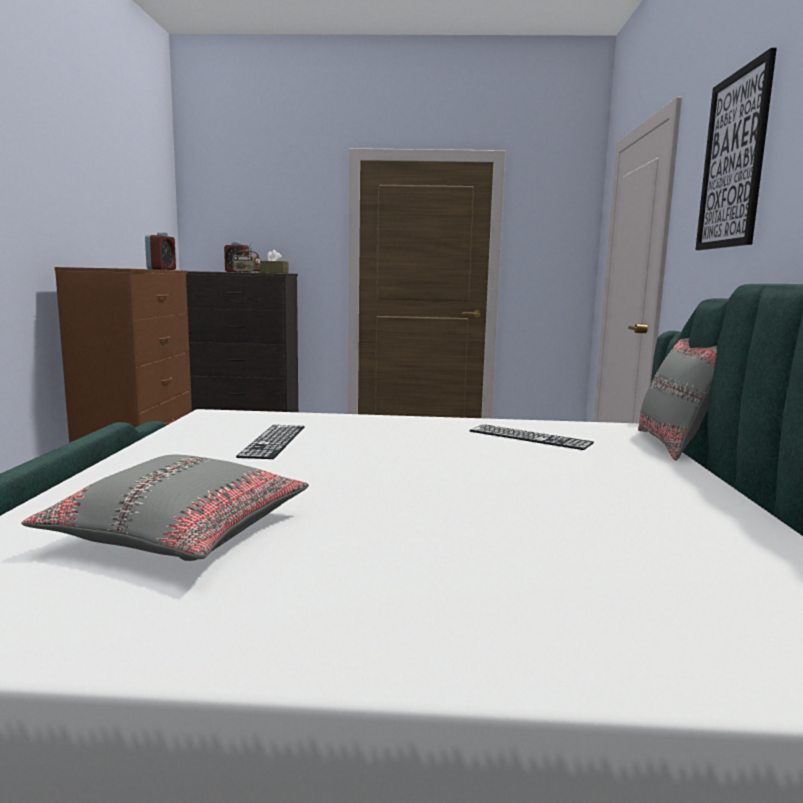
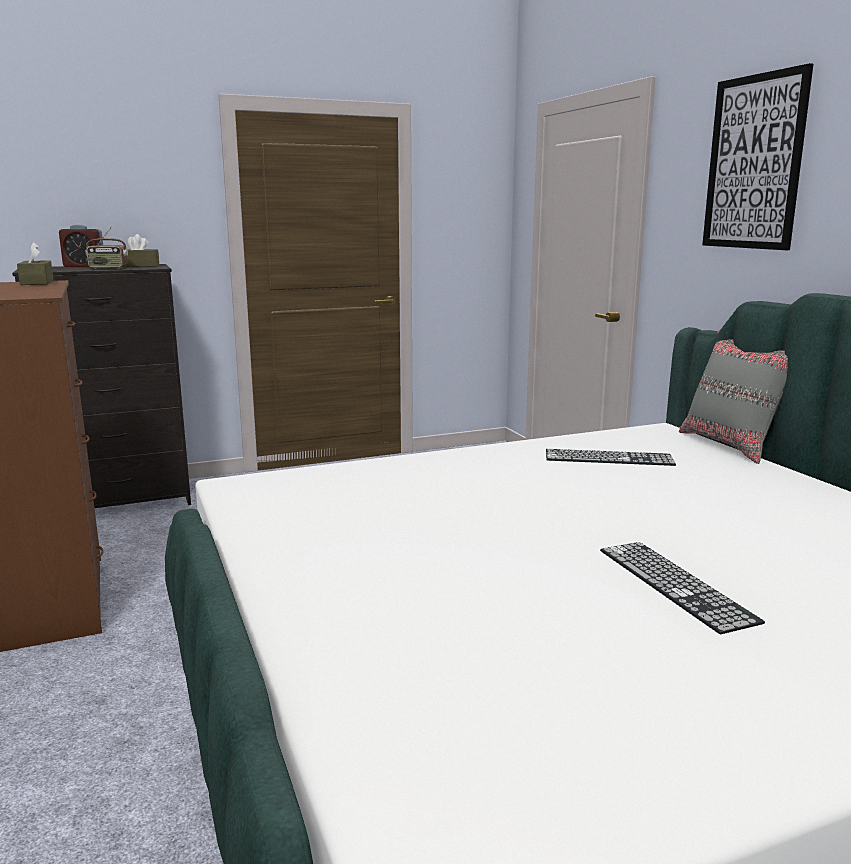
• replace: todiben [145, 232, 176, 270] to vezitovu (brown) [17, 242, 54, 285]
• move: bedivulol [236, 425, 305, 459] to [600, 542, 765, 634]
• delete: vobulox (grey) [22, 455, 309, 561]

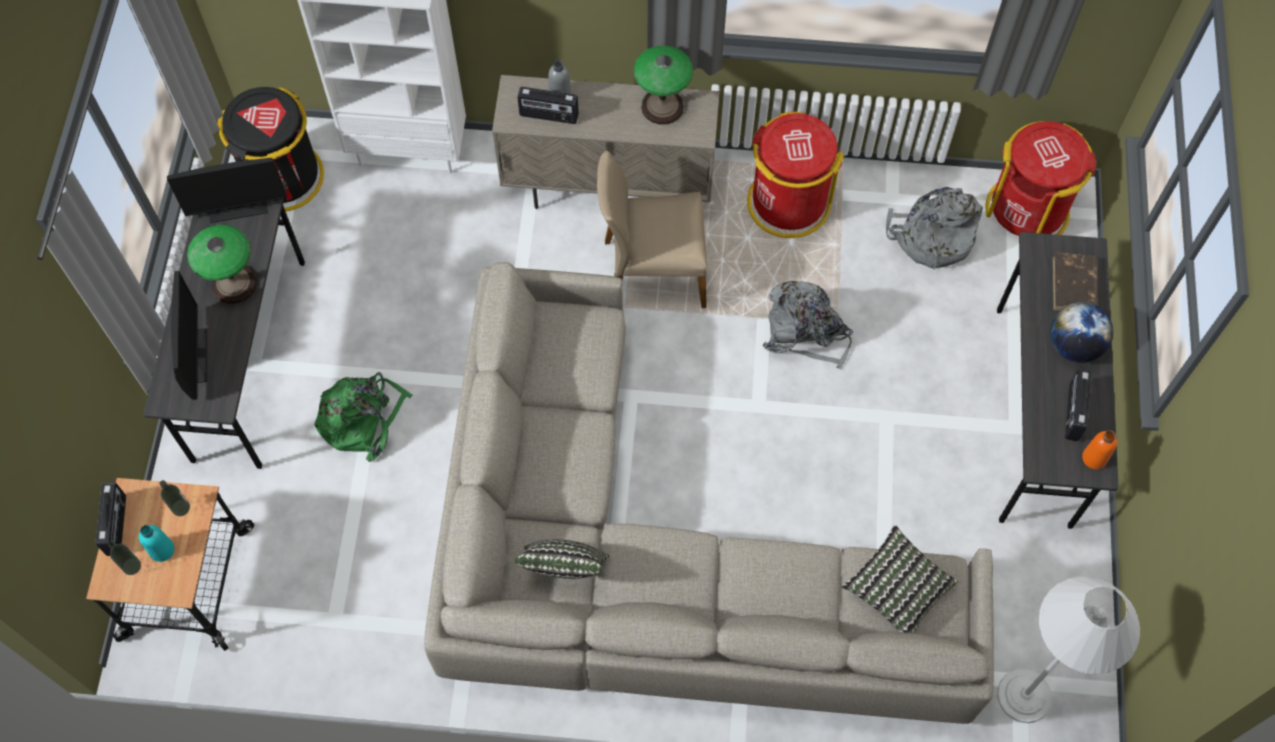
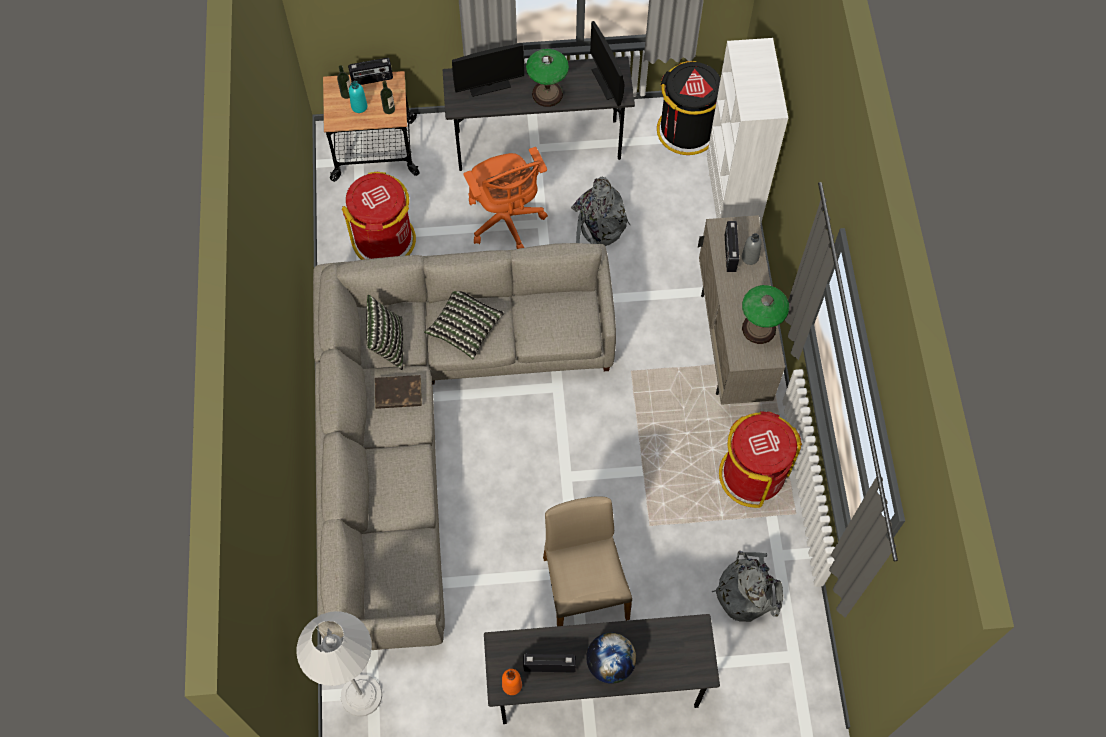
• move: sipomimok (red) [986, 121, 1096, 236] to [342, 172, 416, 260]
• move: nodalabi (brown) [1053, 252, 1098, 311] to [375, 375, 422, 409]
• move: vobulox [842, 525, 958, 633] to [424, 291, 504, 360]
• replace: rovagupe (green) [314, 372, 413, 462] to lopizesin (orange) [463, 147, 548, 249]
• move: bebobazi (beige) [597, 151, 707, 308] to [543, 496, 632, 626]
• move: rovagupe (grey) [763, 281, 853, 369] to [571, 177, 631, 246]

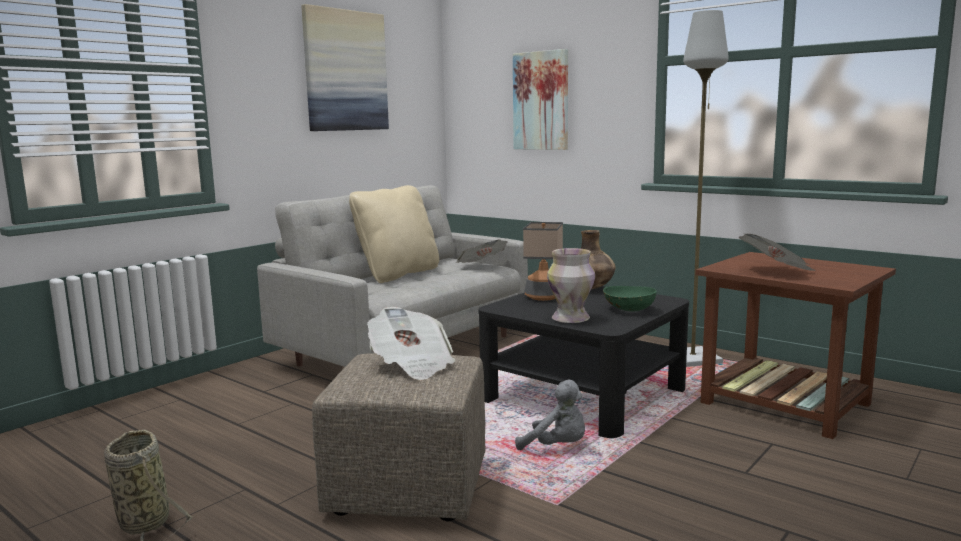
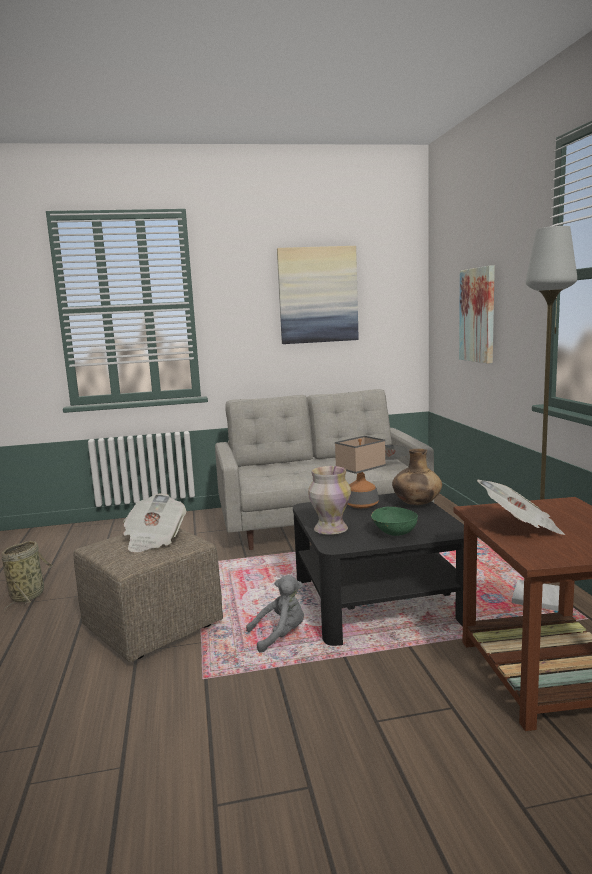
• rotate: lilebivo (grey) [515, 380, 585, 450] = [246, 575, 304, 653] 90 degrees counterclockwise
• delete: vobulox (beige) [349, 185, 439, 283]

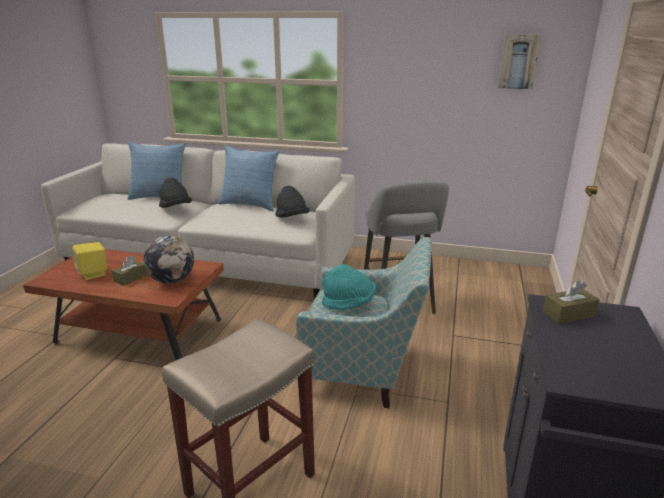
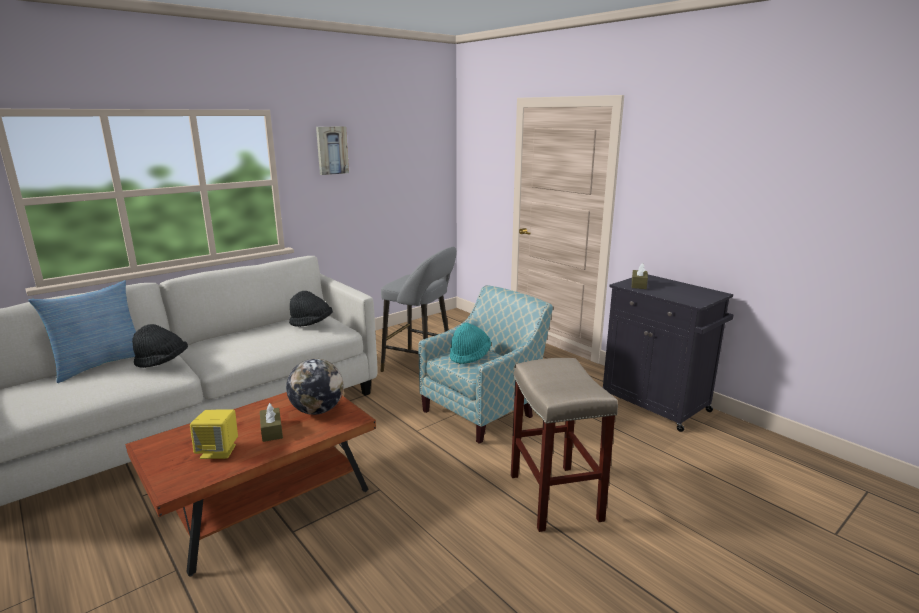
• move: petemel [498, 35, 541, 89] to [316, 126, 349, 175]
• delete: vobulox [218, 145, 280, 211]

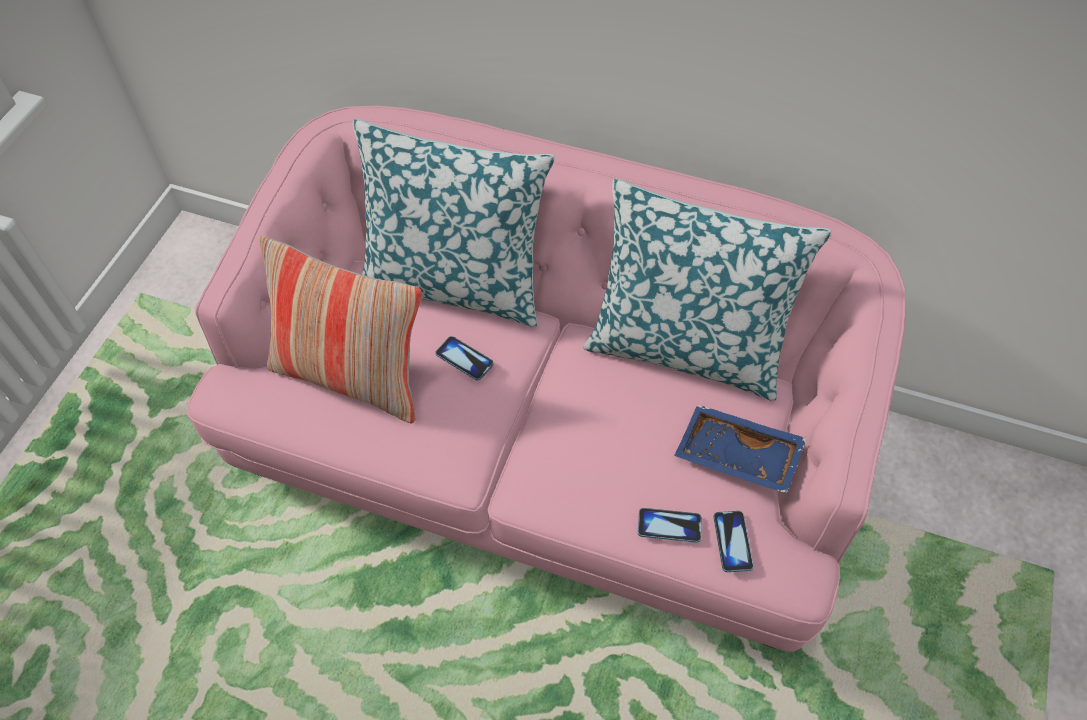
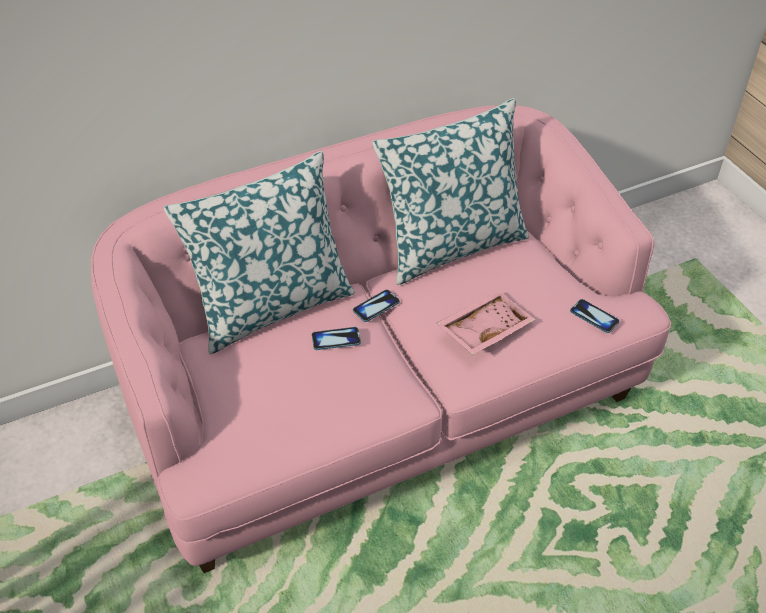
• move: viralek [638, 508, 702, 543] to [353, 290, 400, 322]
• insert: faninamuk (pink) [436, 290, 535, 355]
• delete: vobulox [260, 236, 422, 423]
• delete: faninamuk (blue) [674, 404, 807, 494]

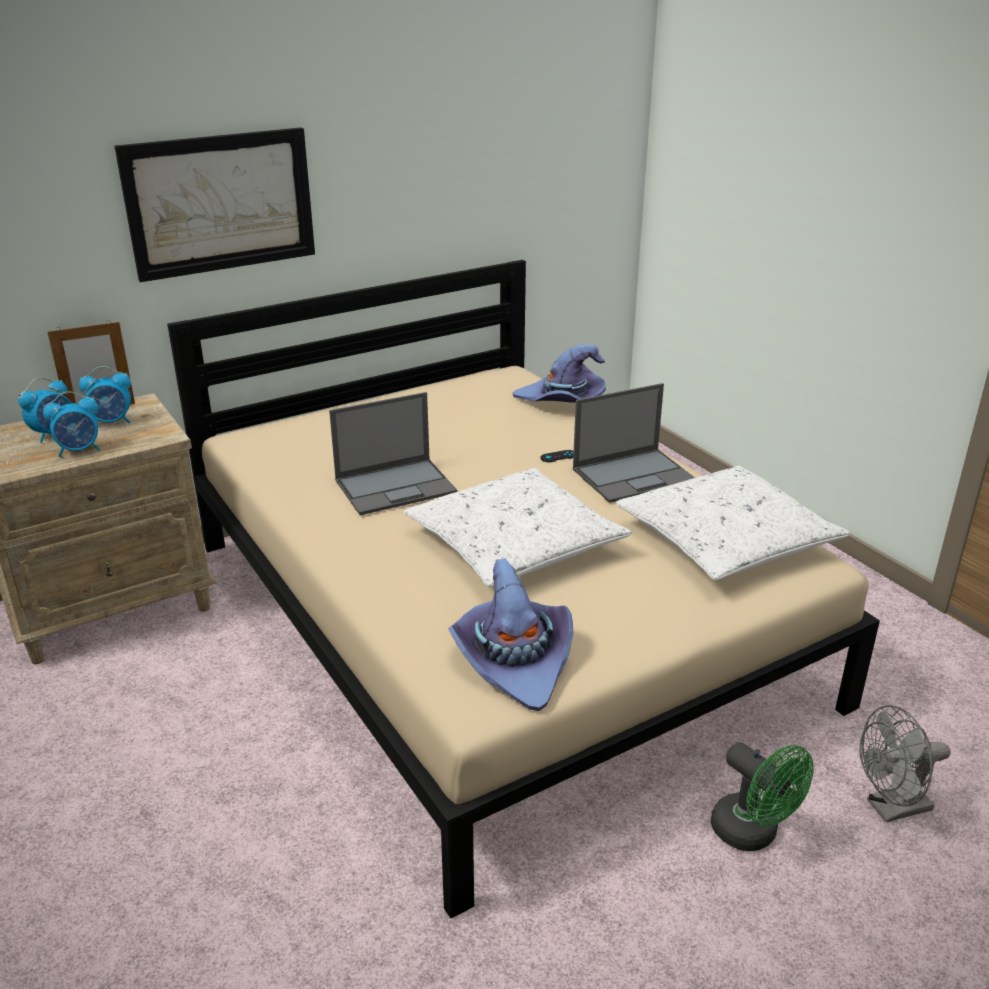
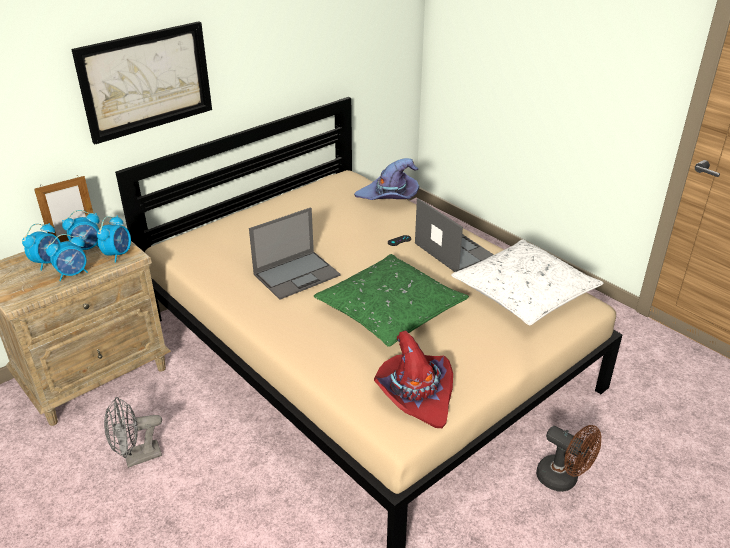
• insert: todiben [97, 216, 131, 262]
• move: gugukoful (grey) [859, 705, 951, 822] to [104, 397, 162, 468]
• recolor: vobulox (white) [404, 468, 632, 587] to vobulox (green) [314, 254, 469, 347]
• recolor: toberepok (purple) [448, 558, 574, 711] to toberepok (red) [374, 331, 453, 428]
• rotate: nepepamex [573, 383, 695, 503] = [415, 198, 494, 272] 90 degrees counterclockwise
• recolor: gugukoful (green) [711, 742, 814, 851] to gugukoful (brown) [536, 425, 601, 492]

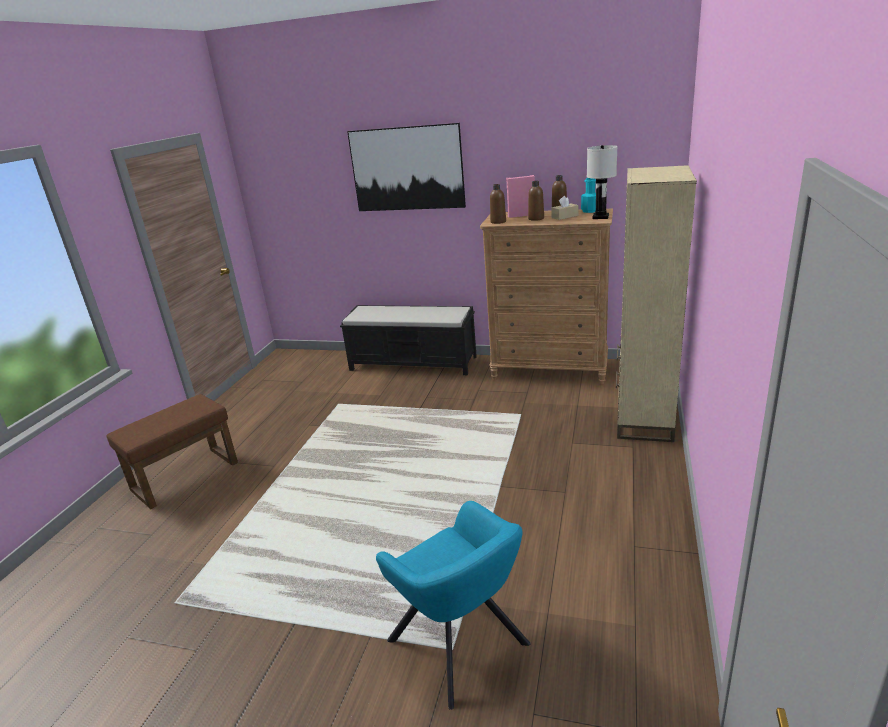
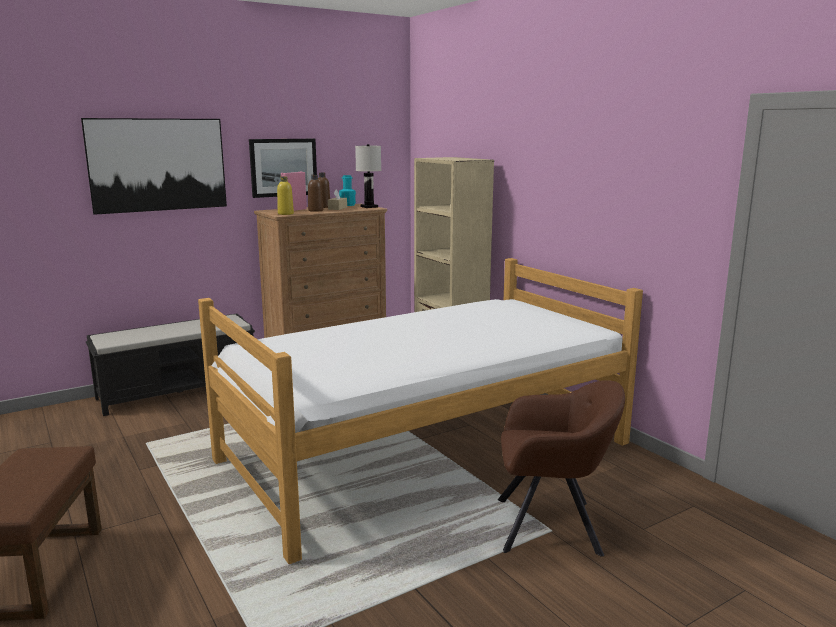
• insert: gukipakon [198, 258, 643, 564]
• insert: petemel [249, 139, 317, 198]
• recolor: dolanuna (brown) [490, 184, 506, 224] to dolanuna (yellow) [277, 177, 294, 215]
• recolor: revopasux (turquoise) [376, 501, 530, 710] to revopasux (brown) [498, 380, 625, 557]

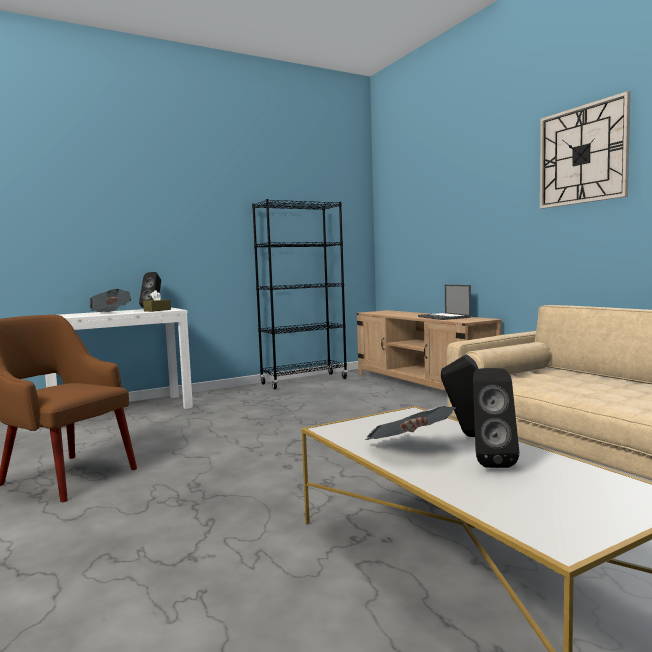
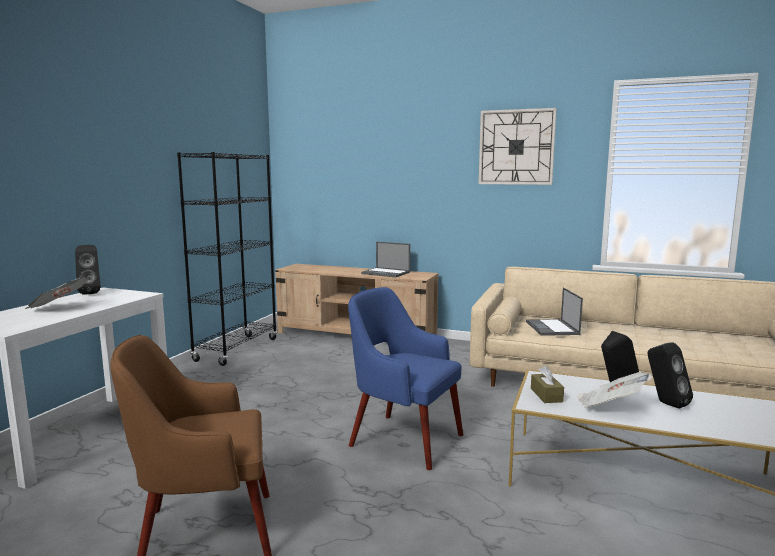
• insert: revopasux (blue) [348, 287, 463, 470]
• insert: nepepamex [526, 287, 583, 336]
• move: vezitovu (brown) [143, 290, 171, 312] to [531, 366, 564, 403]

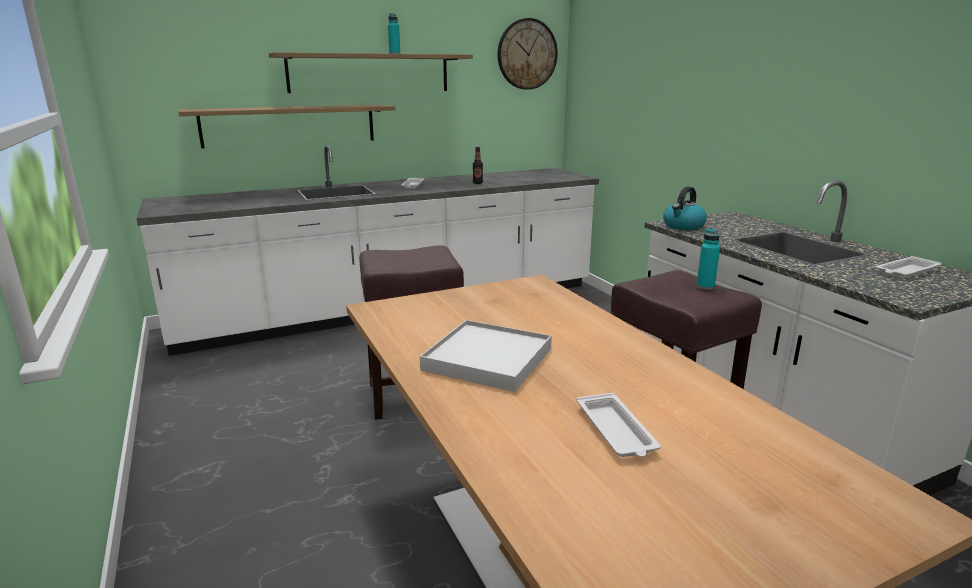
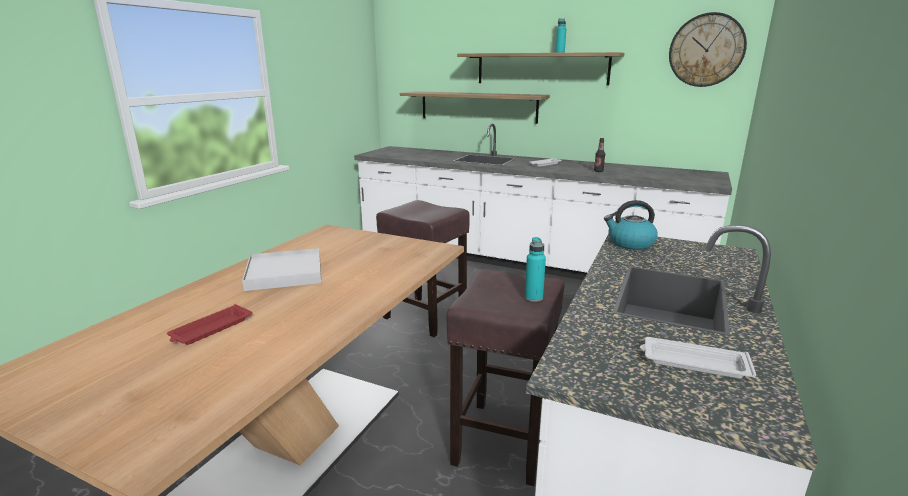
• recolor: faninamuk (white) [577, 393, 661, 457] to faninamuk (red) [167, 304, 252, 345]

